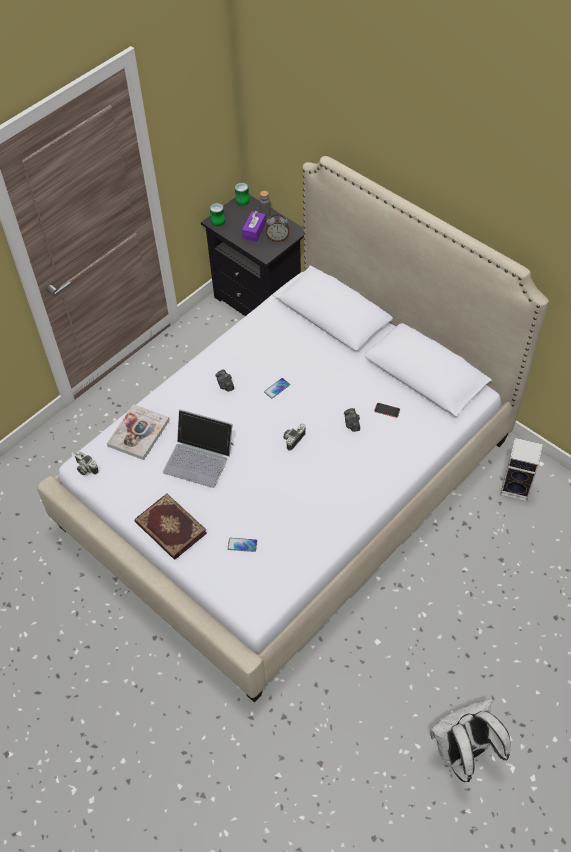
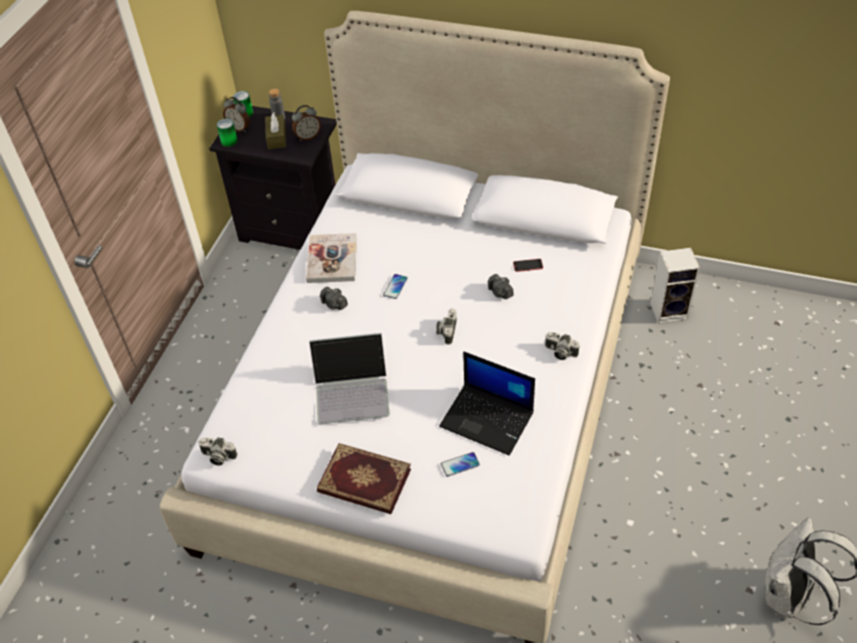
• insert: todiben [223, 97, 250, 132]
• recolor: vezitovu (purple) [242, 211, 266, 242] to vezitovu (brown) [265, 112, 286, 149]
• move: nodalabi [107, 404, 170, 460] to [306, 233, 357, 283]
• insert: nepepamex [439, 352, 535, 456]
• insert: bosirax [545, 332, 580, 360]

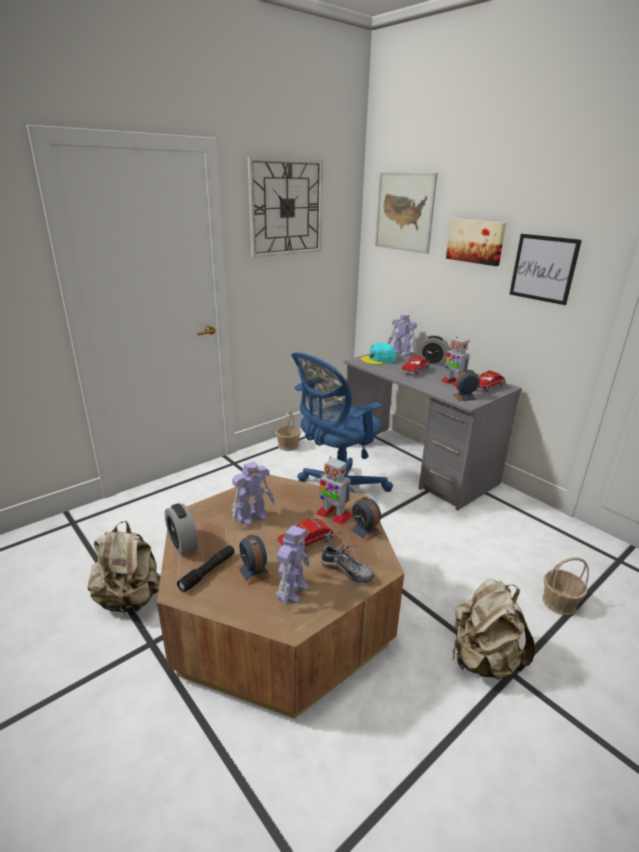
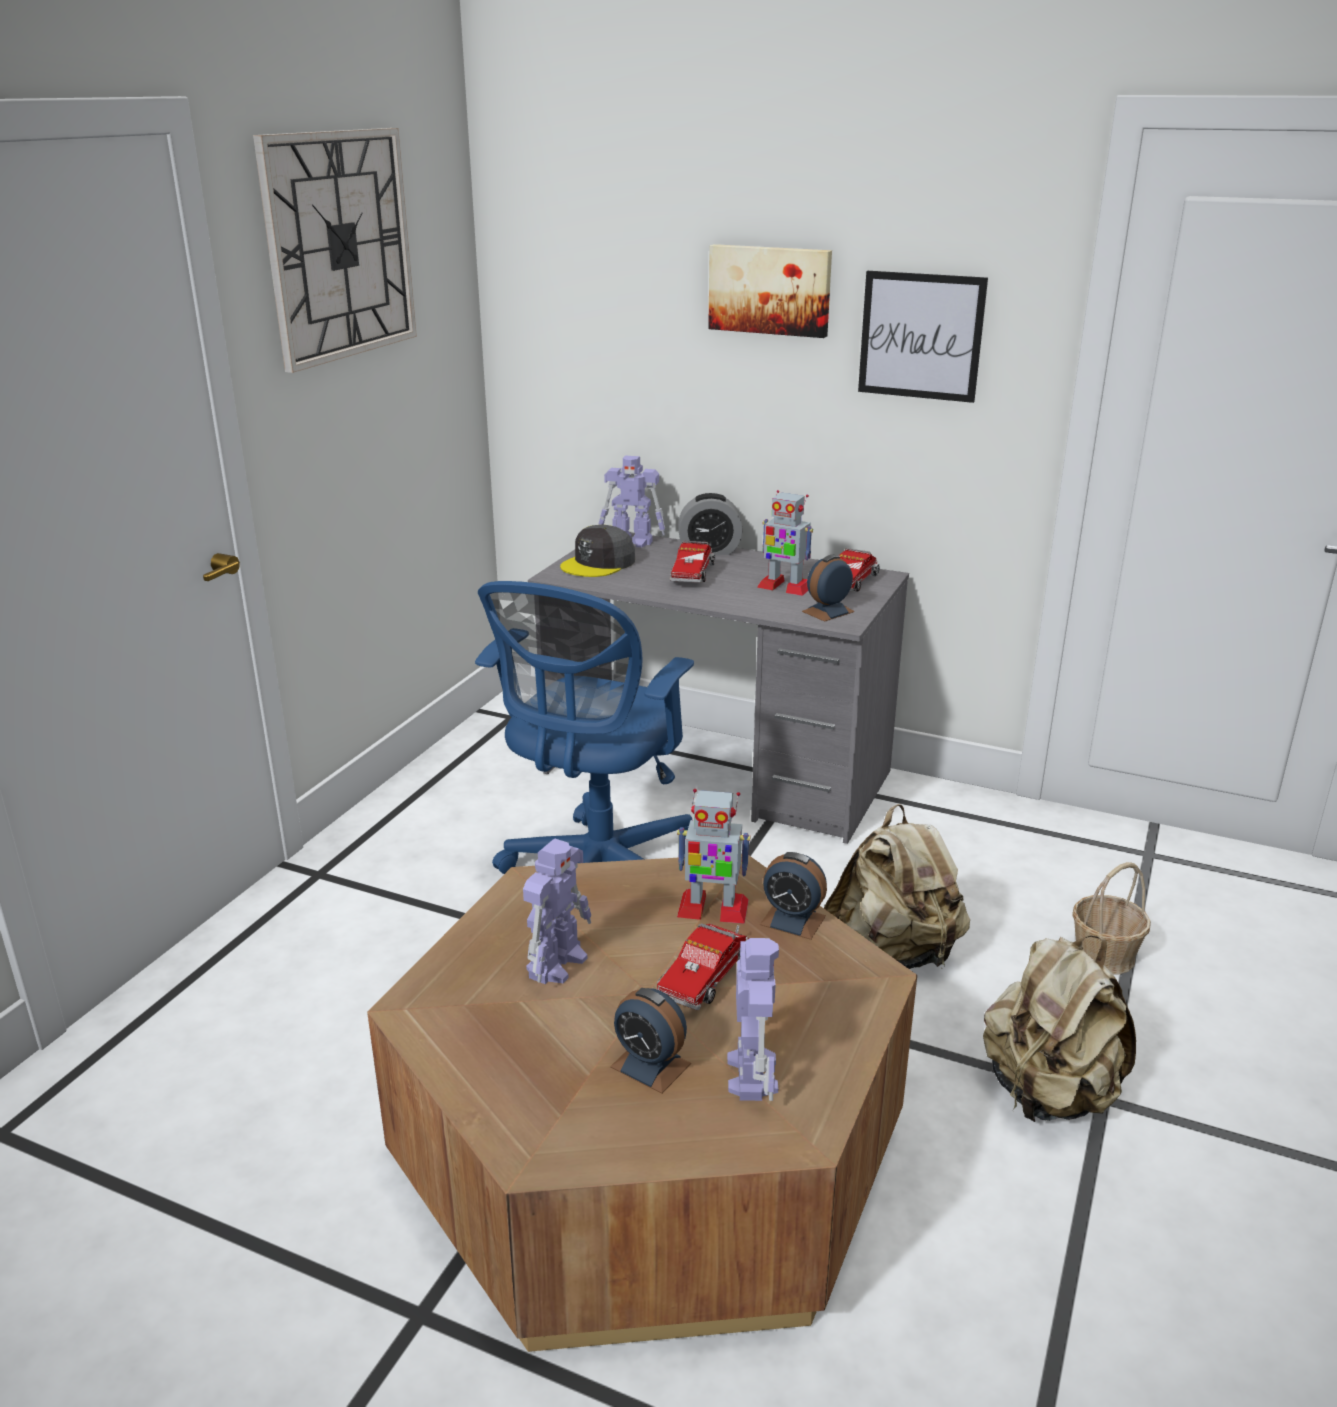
• recolor: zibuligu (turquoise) [361, 342, 396, 365] to zibuligu (grey) [560, 525, 635, 577]
• move: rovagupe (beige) [88, 521, 161, 616] to [824, 804, 970, 969]
• delete: todiben [165, 503, 198, 556]
• delete: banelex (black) [177, 545, 235, 592]
• delete: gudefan [275, 411, 301, 451]
• delete: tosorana [320, 544, 374, 583]
• delete: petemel [375, 172, 438, 254]

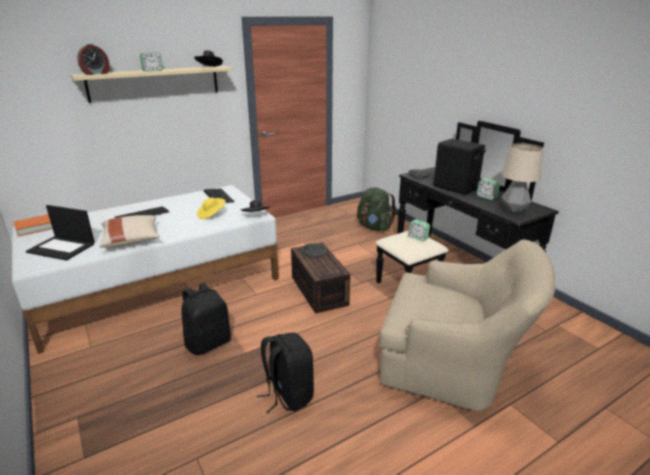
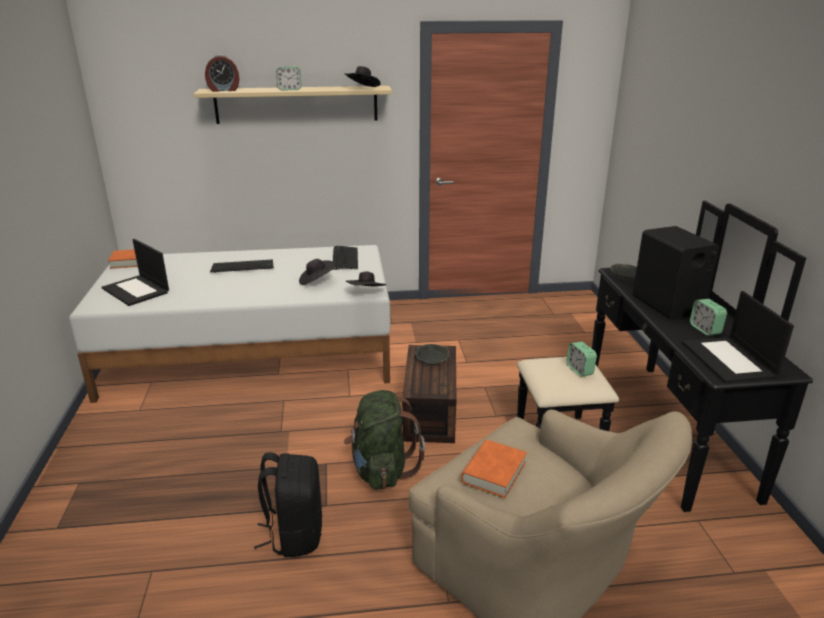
• recolor: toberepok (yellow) [197, 198, 226, 219] to toberepok (black) [299, 259, 335, 285]
• move: rovagupe (green) [357, 187, 396, 231] to [344, 390, 425, 490]
• insert: nodalabi (orange) [461, 440, 527, 498]
• replace: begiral [501, 143, 543, 213] to nepepamex [682, 291, 794, 383]
• delete: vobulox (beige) [99, 215, 159, 248]
• delete: rovagupe (black) [181, 283, 231, 355]

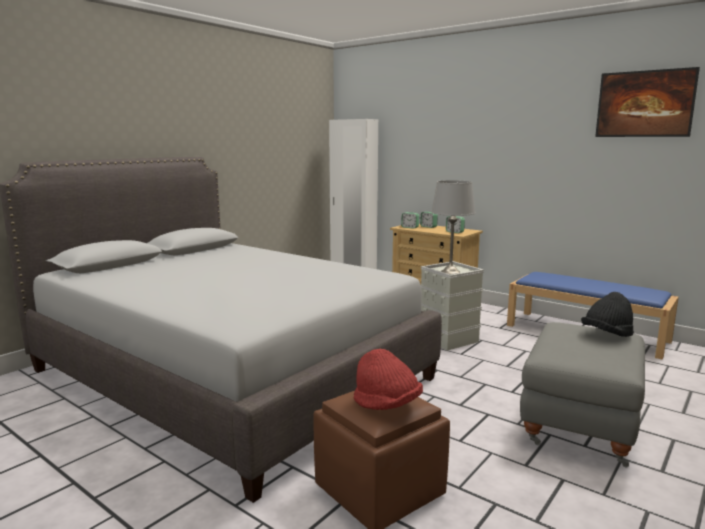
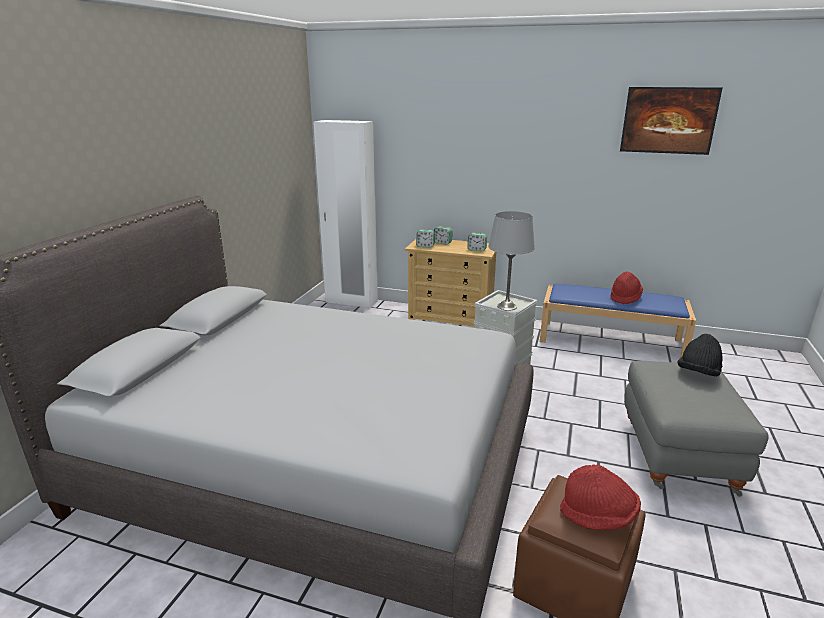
• insert: toberepok (red) [610, 272, 643, 304]

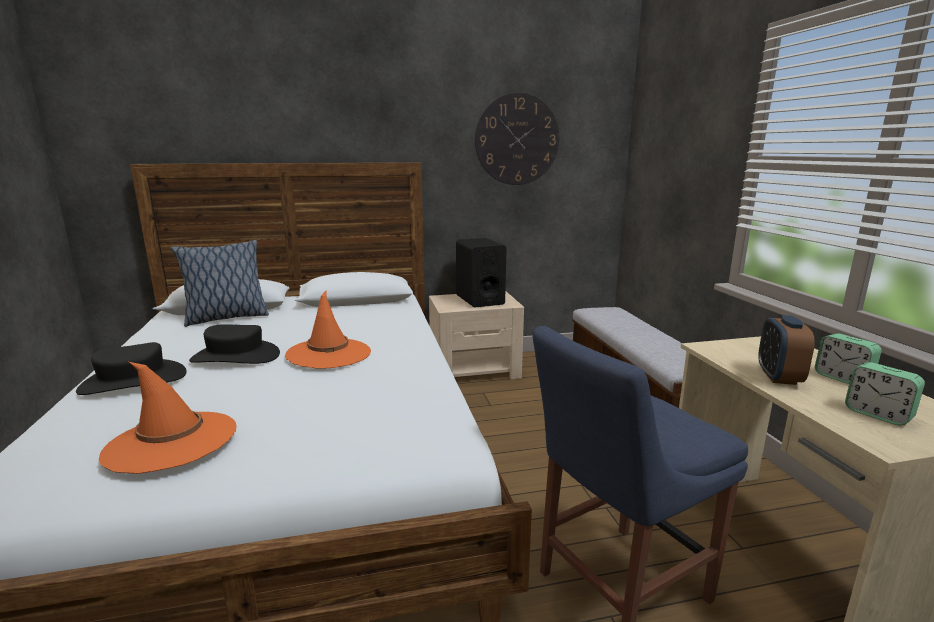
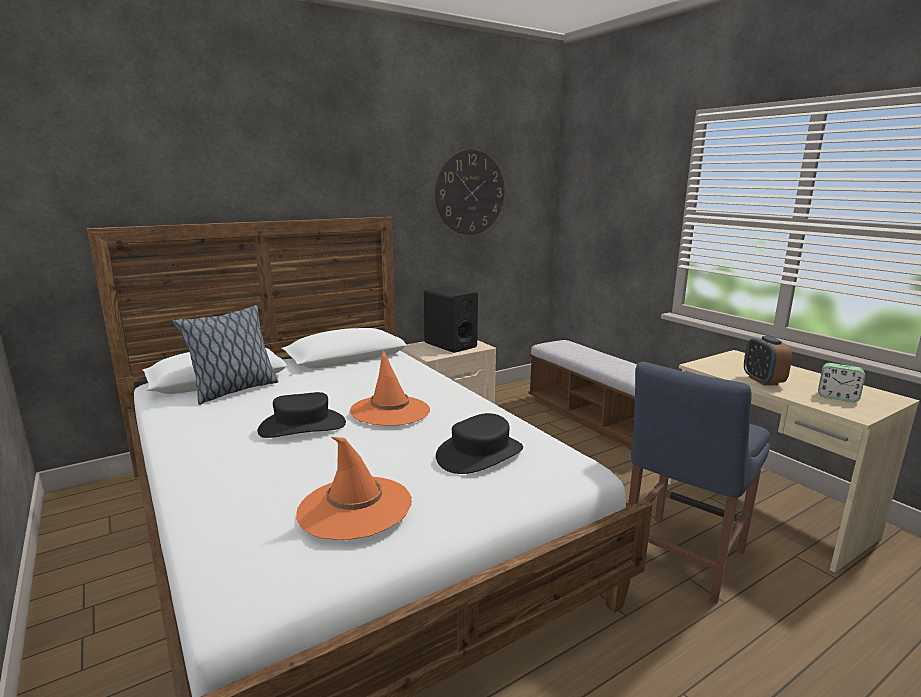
• move: toberepok (black) [76, 342, 187, 395] to [436, 413, 523, 474]
• delete: todiben [815, 333, 882, 384]

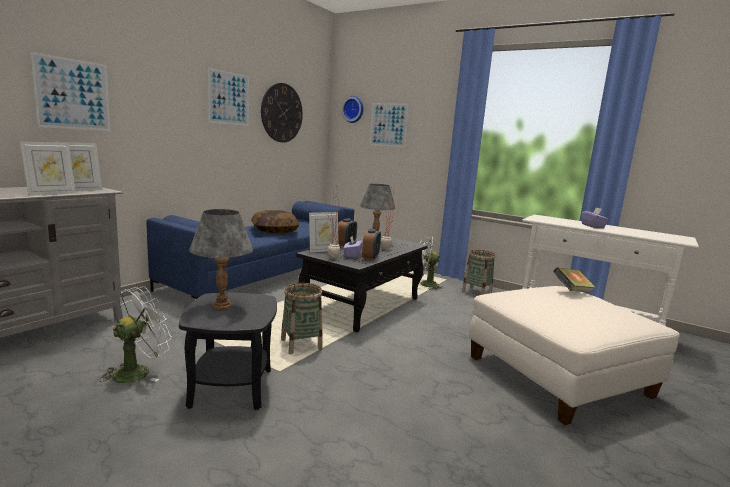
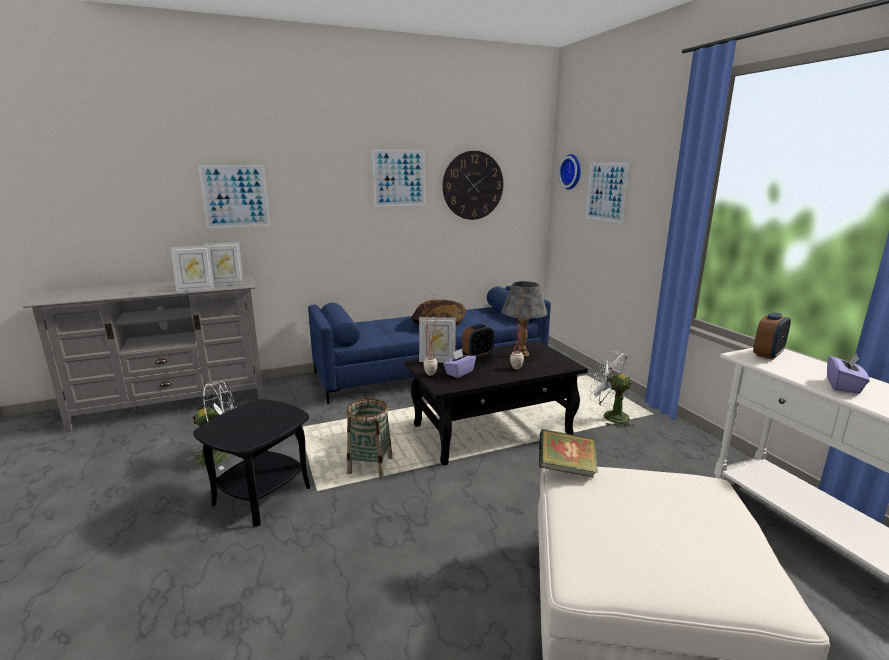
• move: nodalabi [553, 267, 596, 293] to [539, 429, 598, 478]
• move: todiben [362, 229, 381, 260] to [753, 312, 791, 360]
• delete: begiral (grey) [189, 209, 253, 309]
• delete: gudefan [462, 250, 495, 295]

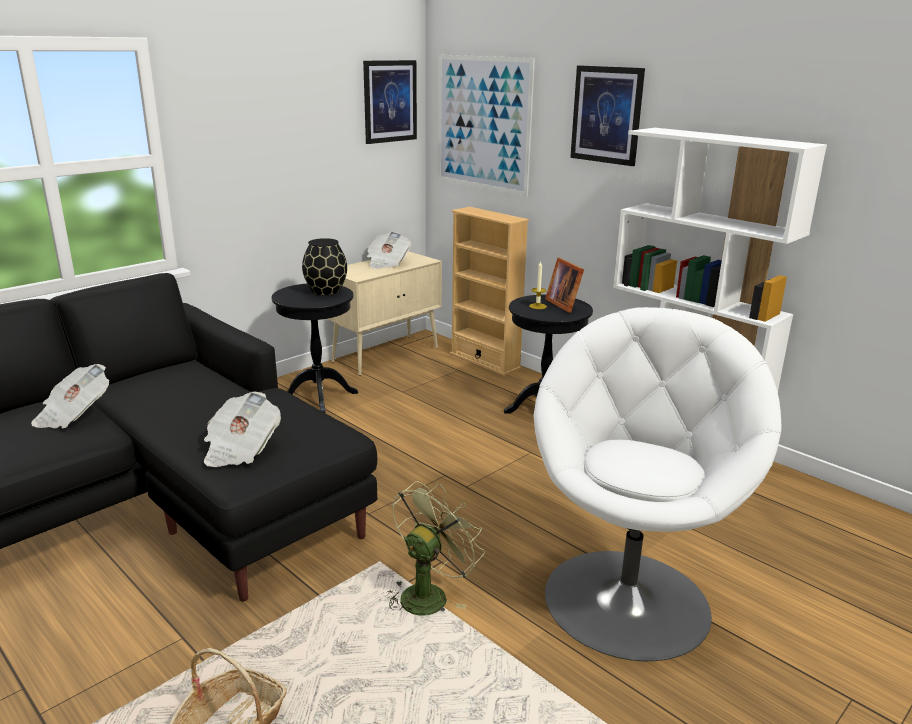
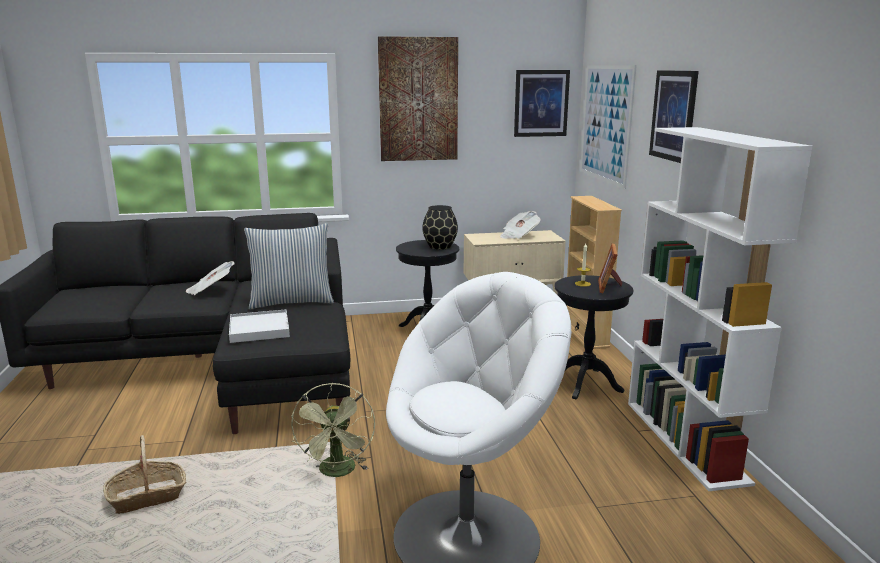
• replace: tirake [204, 392, 281, 467] to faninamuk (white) [229, 309, 290, 343]
• insert: vobulox [244, 223, 334, 309]
• rotate: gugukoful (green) [387, 481, 485, 616] = [291, 383, 375, 477] 105 degrees clockwise
• insert: petemel [378, 36, 458, 161]

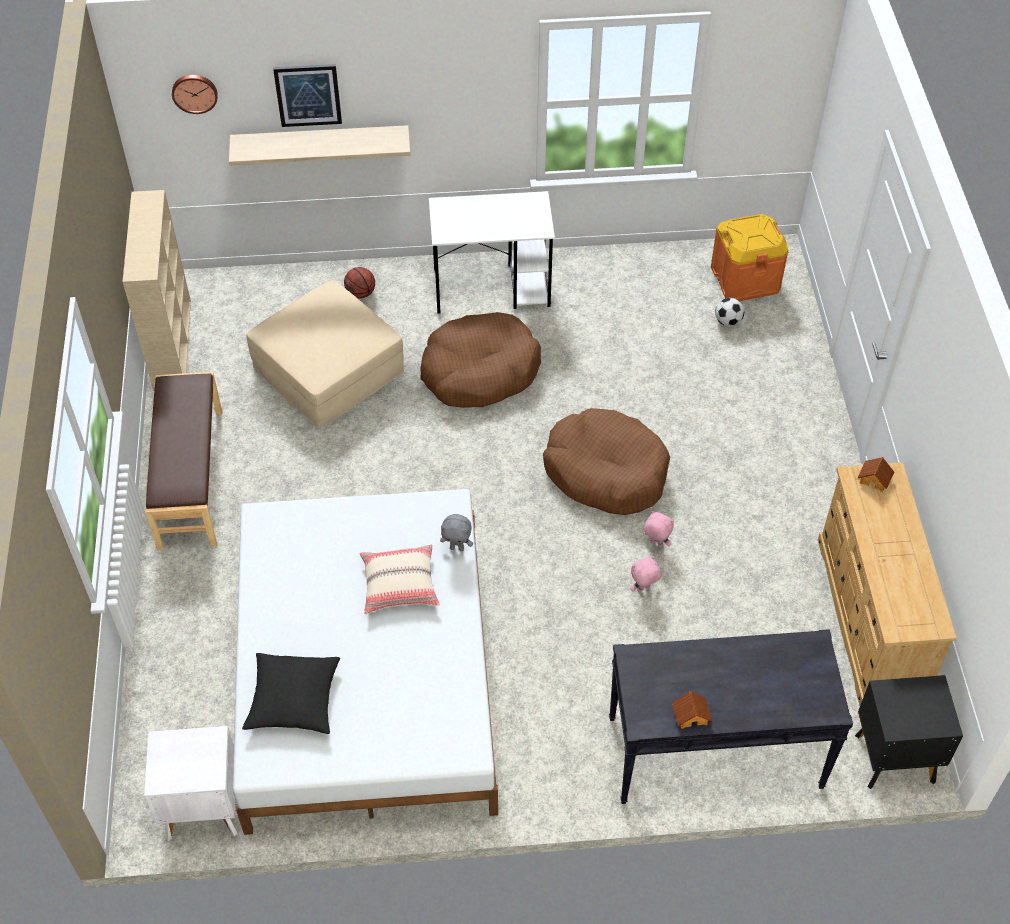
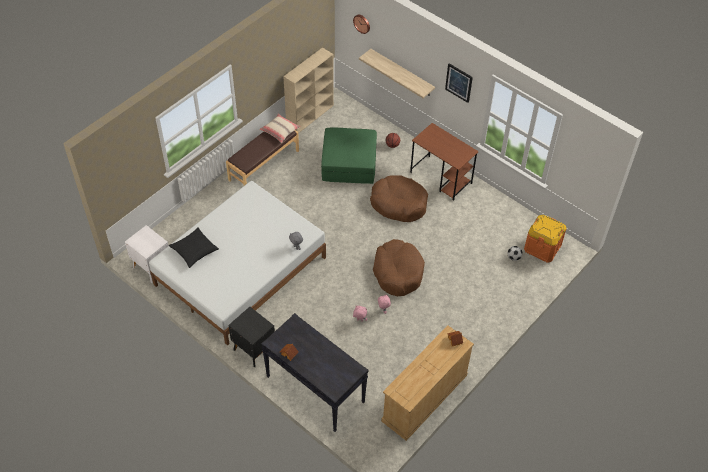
• move: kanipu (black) [855, 675, 963, 789] to [228, 307, 275, 367]
• move: vobulox (beige) [359, 545, 440, 614] to [259, 114, 300, 143]
• recolor: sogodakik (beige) [246, 280, 404, 428] to sogodakik (green) [321, 128, 377, 184]
• recolor: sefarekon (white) [429, 191, 555, 314] to sefarekon (brown) [410, 123, 479, 201]
• move: petemel [273, 64, 342, 127] to [445, 63, 473, 103]

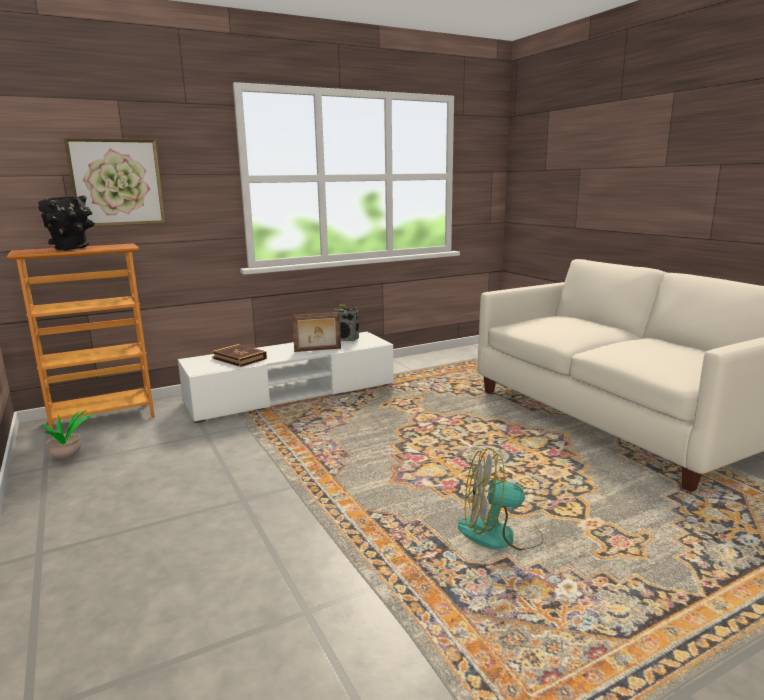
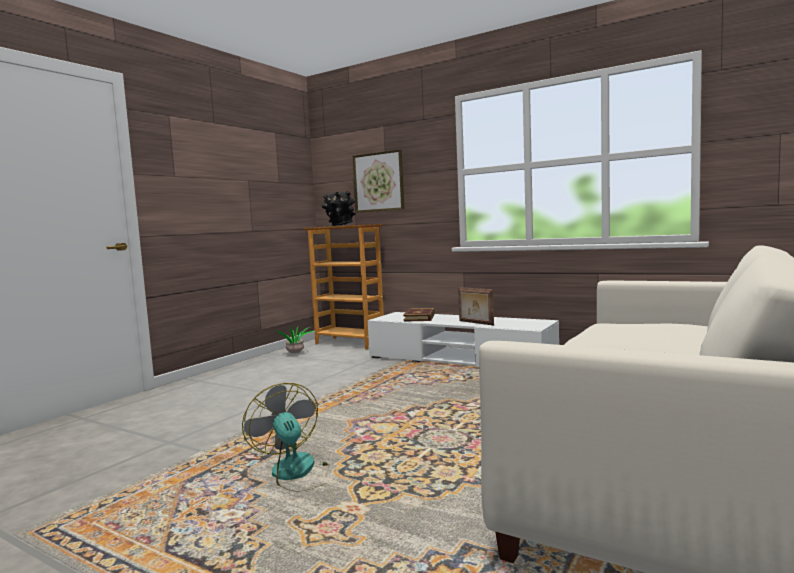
• delete: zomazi [332, 305, 359, 341]

